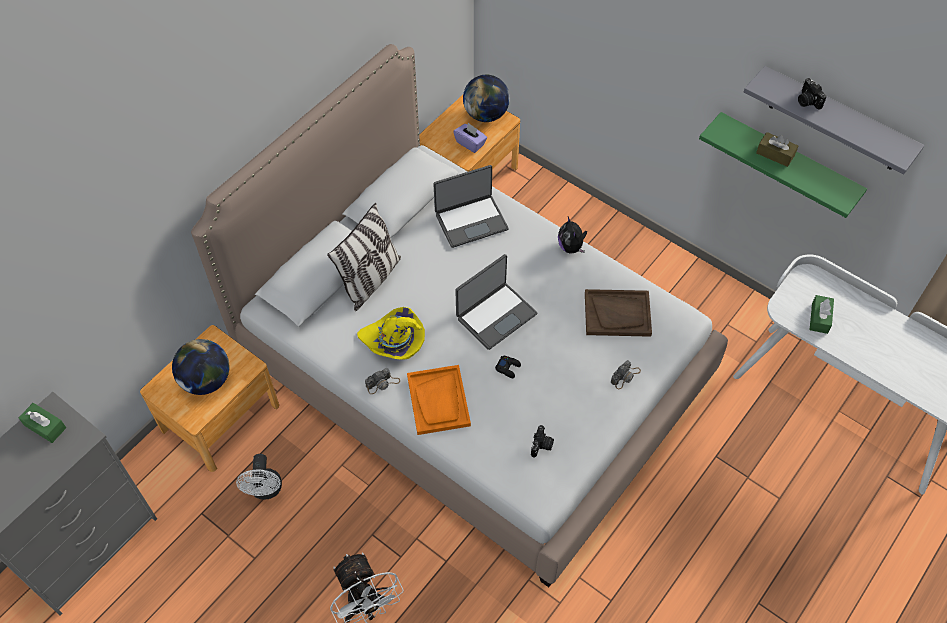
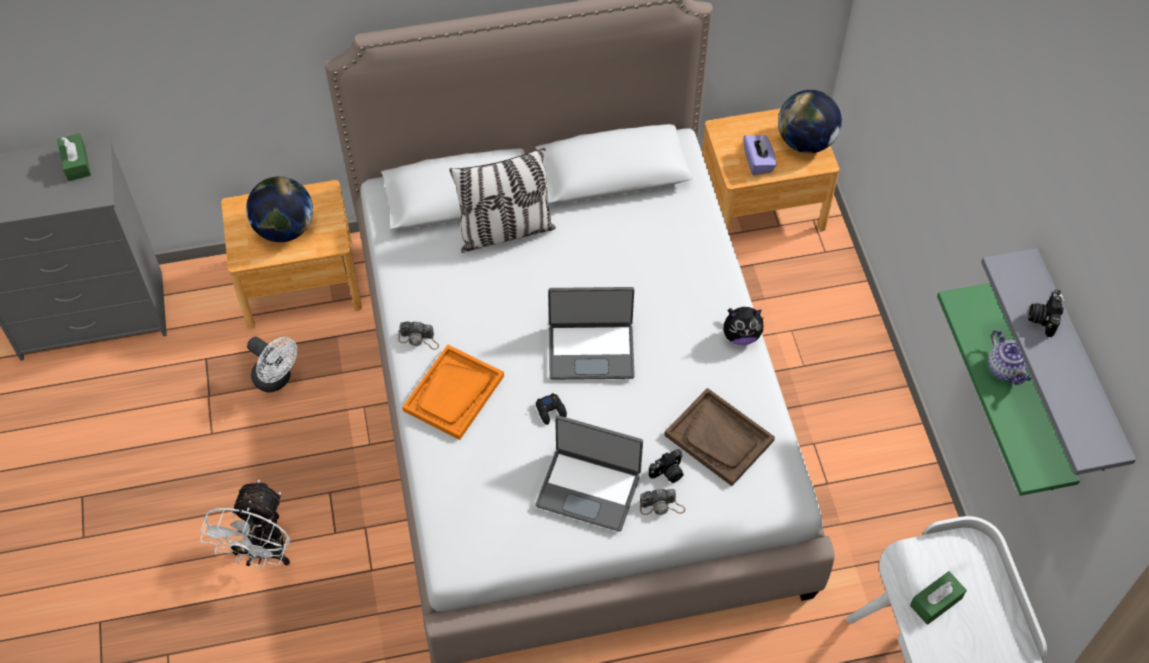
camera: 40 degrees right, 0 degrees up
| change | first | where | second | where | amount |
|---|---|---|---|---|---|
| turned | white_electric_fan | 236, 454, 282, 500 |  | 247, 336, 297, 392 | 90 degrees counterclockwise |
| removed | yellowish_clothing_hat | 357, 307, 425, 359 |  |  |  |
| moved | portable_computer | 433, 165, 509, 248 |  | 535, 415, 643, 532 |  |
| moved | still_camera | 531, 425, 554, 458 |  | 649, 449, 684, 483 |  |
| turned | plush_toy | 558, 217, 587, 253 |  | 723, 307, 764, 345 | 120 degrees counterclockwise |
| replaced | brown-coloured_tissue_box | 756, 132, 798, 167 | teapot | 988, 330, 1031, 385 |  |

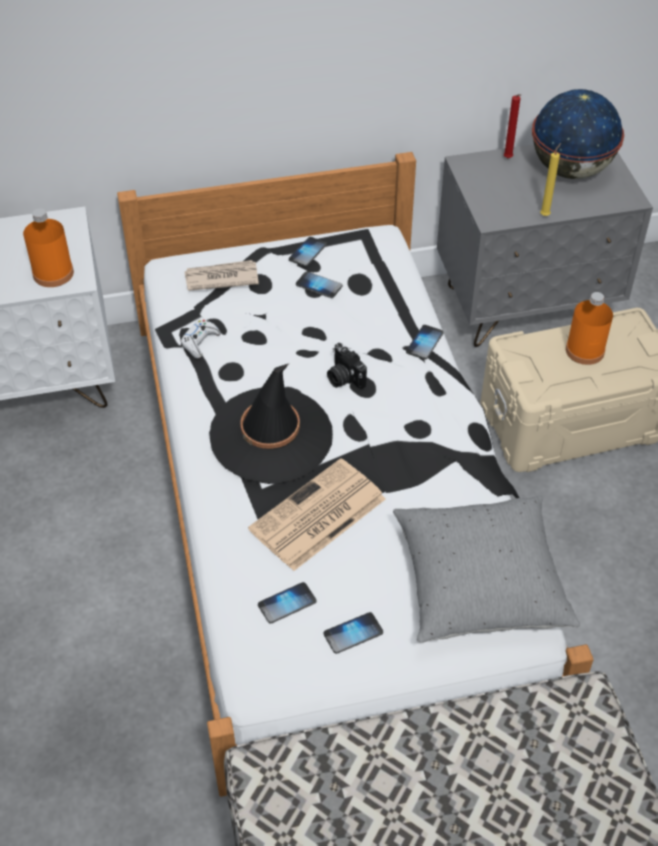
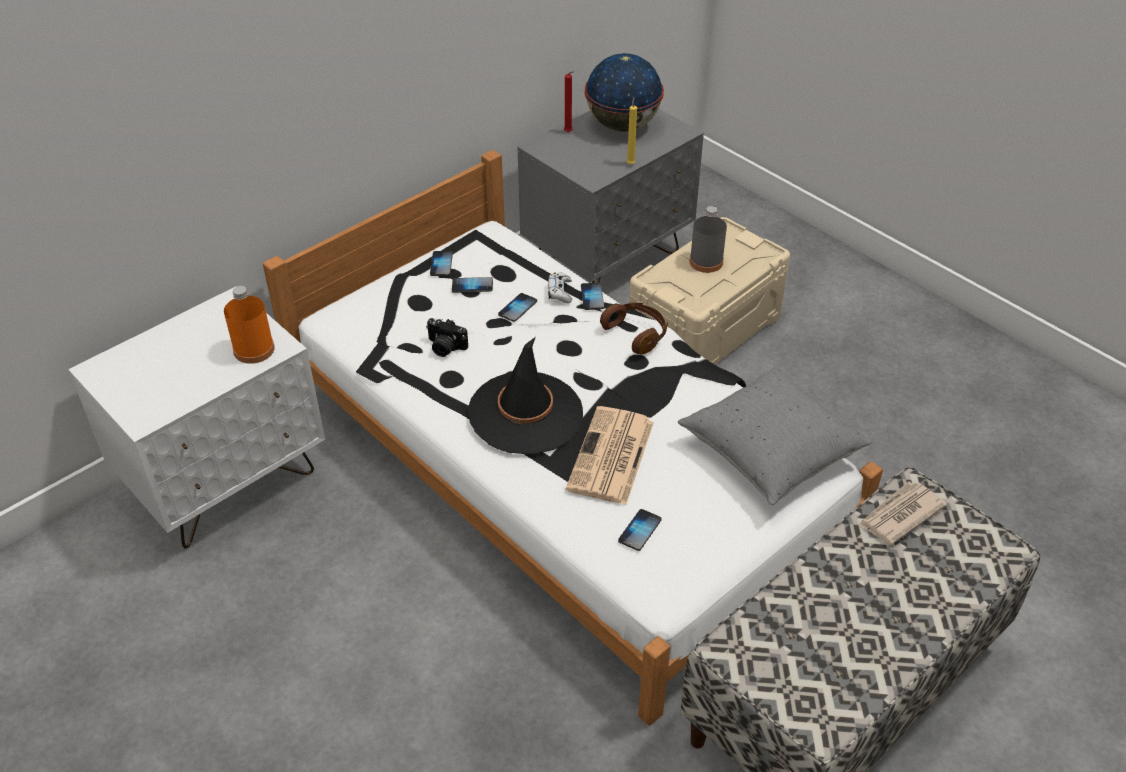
camera: 30 degrees left, 5 degrees down
| change | first | where | second | where | amount |
|---|---|---|---|---|---|
| moved | white_gamepad | 180, 320, 221, 358 |  | 548, 272, 572, 303 |  |
| moved | daily_paper | 184, 260, 259, 291 |  | 858, 482, 947, 545 |  |
| moved | phone | 324, 612, 383, 654 |  | 498, 293, 537, 322 |  |
| moved | still_camera | 327, 343, 367, 389 |  | 426, 318, 468, 357 |  |
| recoloured | orange-coloured_beverage_bottle | 566, 292, 613, 365 | grey_beverage_bottle | 690, 206, 727, 273 |  |
| added |  |  | brown-coloured_headset | 600, 302, 668, 355 |  |

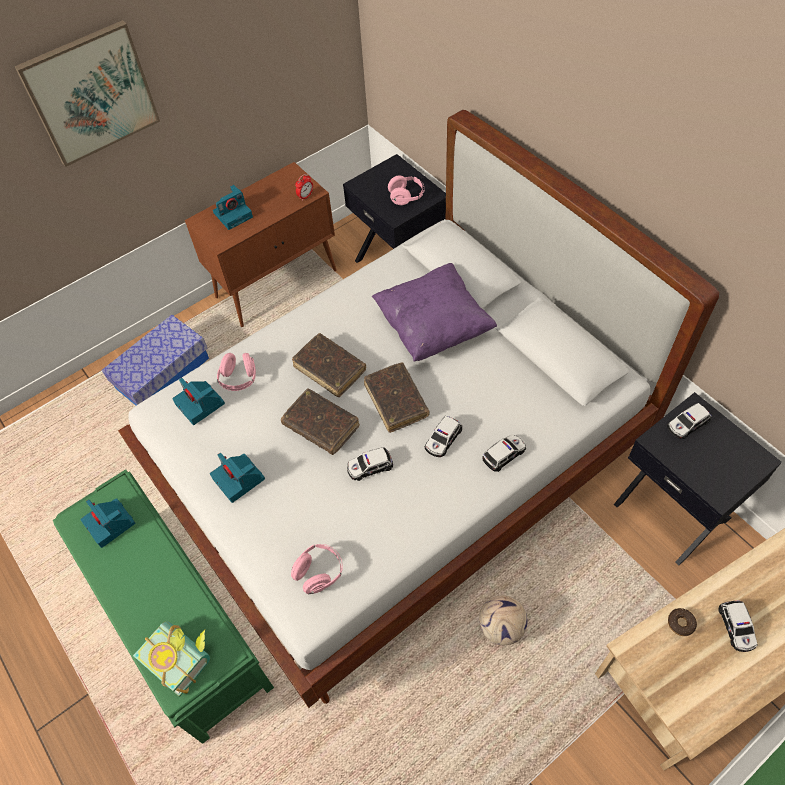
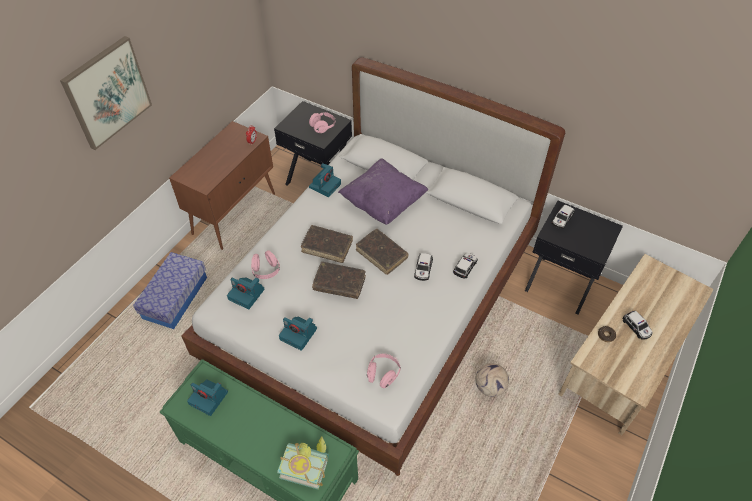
camera: 25 degrees left, 5 degrees down
| change | first | where | second | where | amount |
|---|---|---|---|---|---|
| moved | still_camera | 213, 185, 253, 230 |  | 309, 163, 341, 197 |  |
| removed | model_car | 347, 447, 393, 481 |  |  |  |

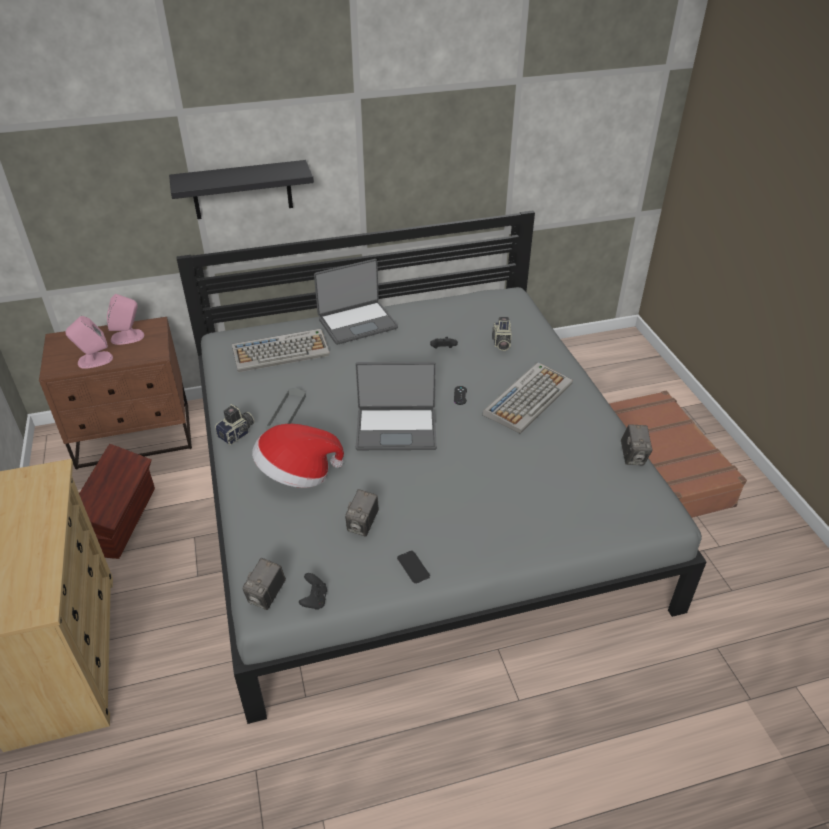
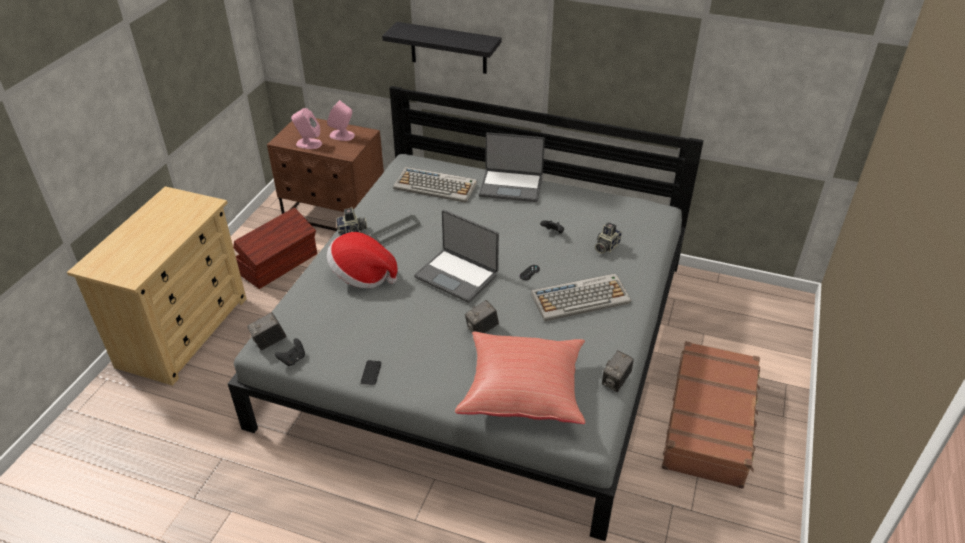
camera: 35 degrees right, 0 degrees up
| change | first | where | second | where | amount |
|---|---|---|---|---|---|
| moved | still_camera | 345, 489, 379, 537 |  | 465, 300, 499, 333 |  |
| added |  |  | red_throw_pillow | 455, 331, 586, 424 |  |

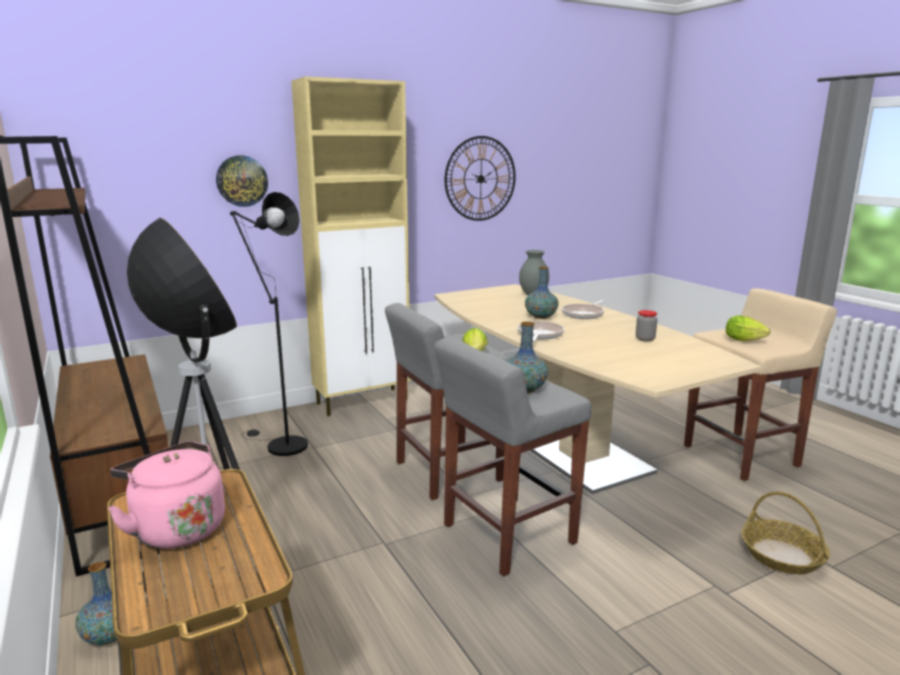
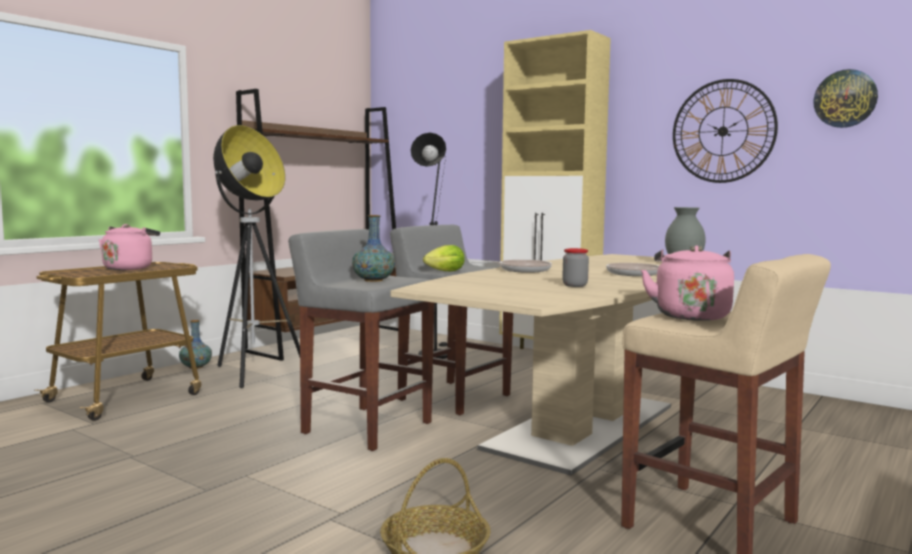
camera: 65 degrees right, 10 degrees down
| change | first | where | second | where | amount |
|---|---|---|---|---|---|
| moved | wall_clock | 216, 155, 268, 207 |  | 813, 69, 878, 128 |  |
| removed | decorative_vase | 525, 266, 559, 319 |  |  |  |
| replaced | head_of_lettuce | 726, 316, 771, 341 | pinkish_water_kettle | 641, 245, 734, 321 |  |

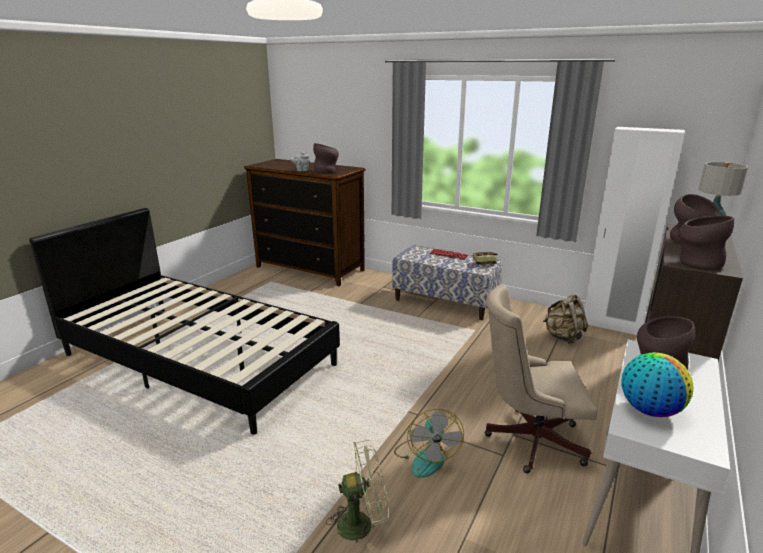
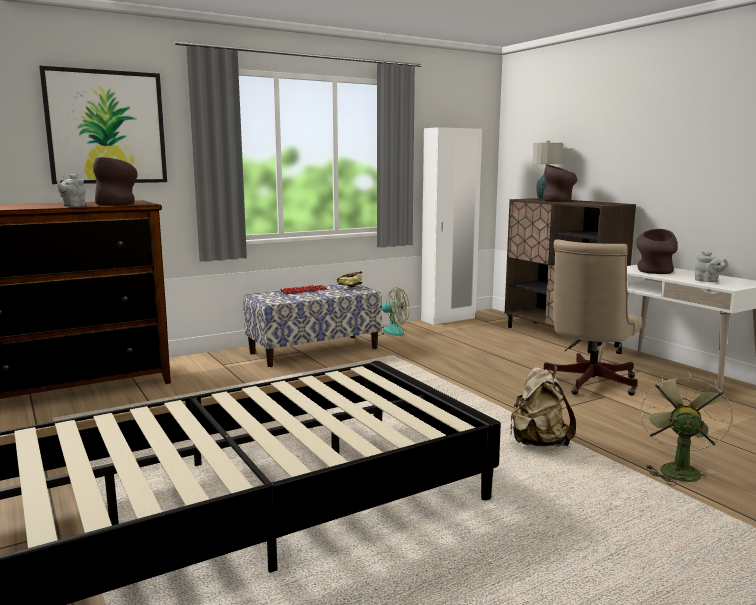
camera: 60 degrees left, 10 degrees down
| change | first | where | second | where | amount |
|---|---|---|---|---|---|
| moved | electric_fan | 394, 409, 464, 478 |  | 368, 287, 409, 336 |  |
| moved | beige_backpack | 543, 294, 588, 344 |  | 510, 365, 576, 447 |  |
| replaced | desk_globe | 621, 352, 693, 417 | grey_teapot | 695, 251, 729, 282 |  |
| removed | brown-coloured_decorative_vase | 678, 216, 734, 270 |  |  |  |
| added |  |  | wall_art | 39, 66, 167, 184 |  |

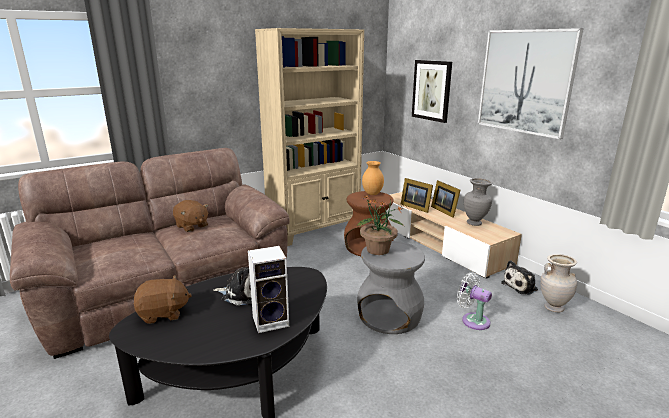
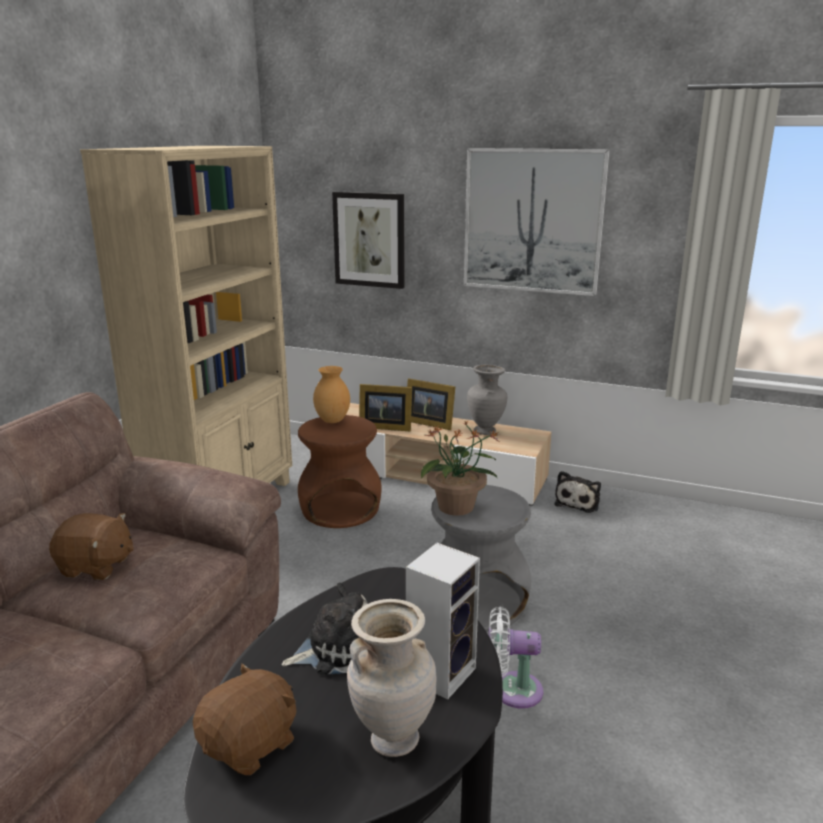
camera: 35 degrees left, 0 degrees up
| change | first | where | second | where | amount |
|---|---|---|---|---|---|
| moved | white_electric_fan | 457, 273, 492, 330 |  | 489, 607, 543, 708 |  |
| moved | beige_decorative_vase | 540, 254, 577, 312 |  | 347, 599, 436, 757 |  |

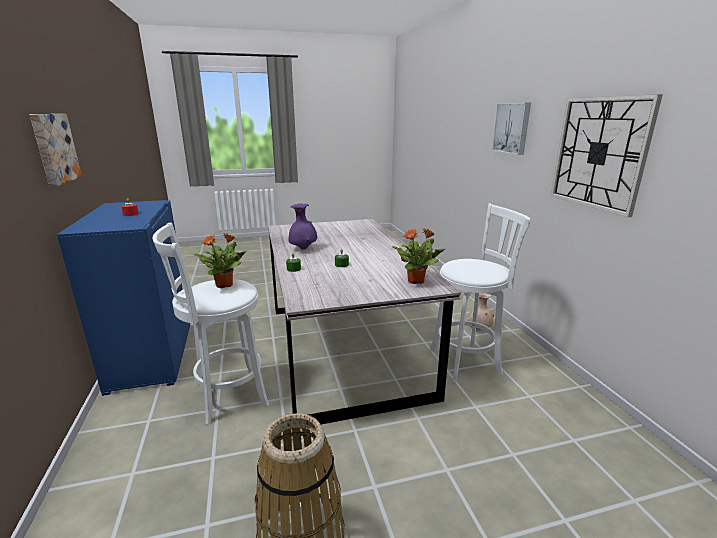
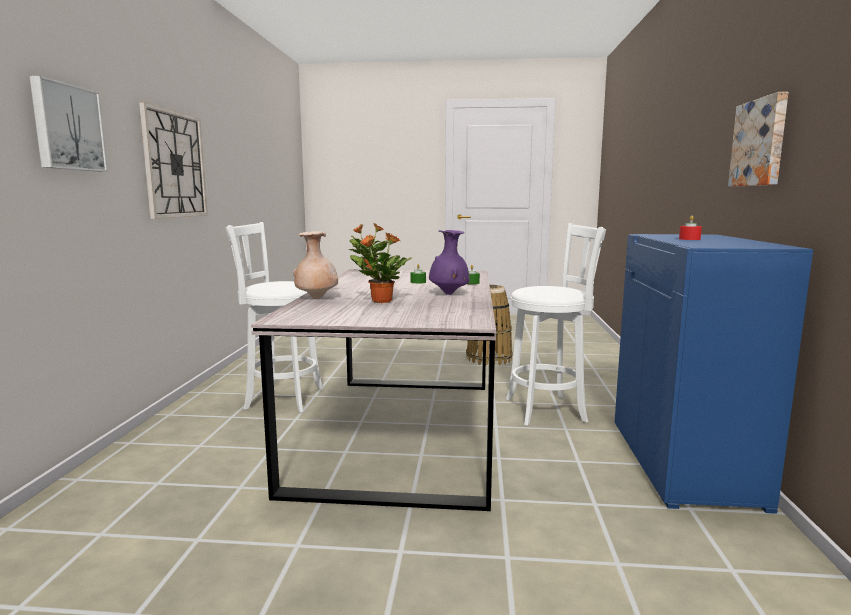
camera: 160 degrees left, 10 degrees down
| change | first | where | second | where | amount |
|---|---|---|---|---|---|
| moved | houseplant | 193, 233, 247, 288 |  | 350, 233, 413, 303 |  |
| moved | beige_decorative_vase | 467, 293, 494, 330 |  | 293, 231, 338, 299 |  |

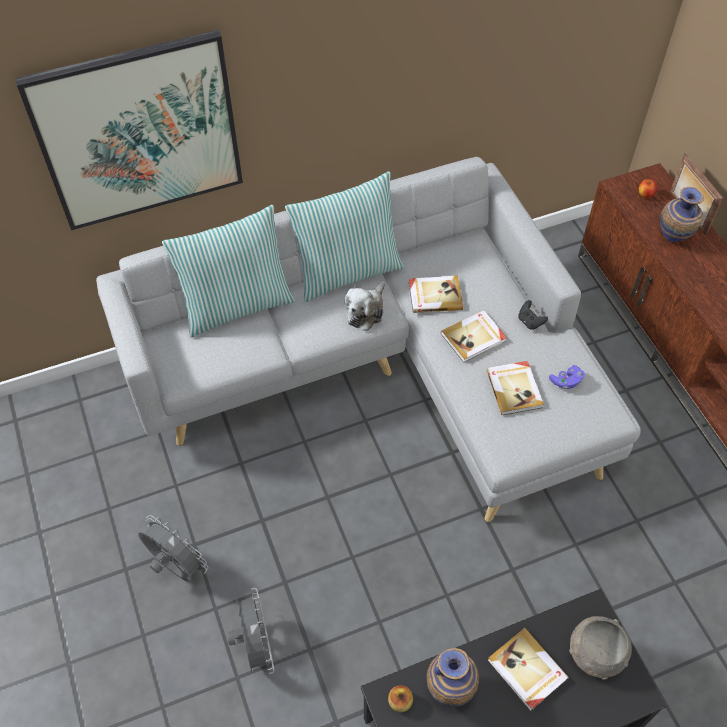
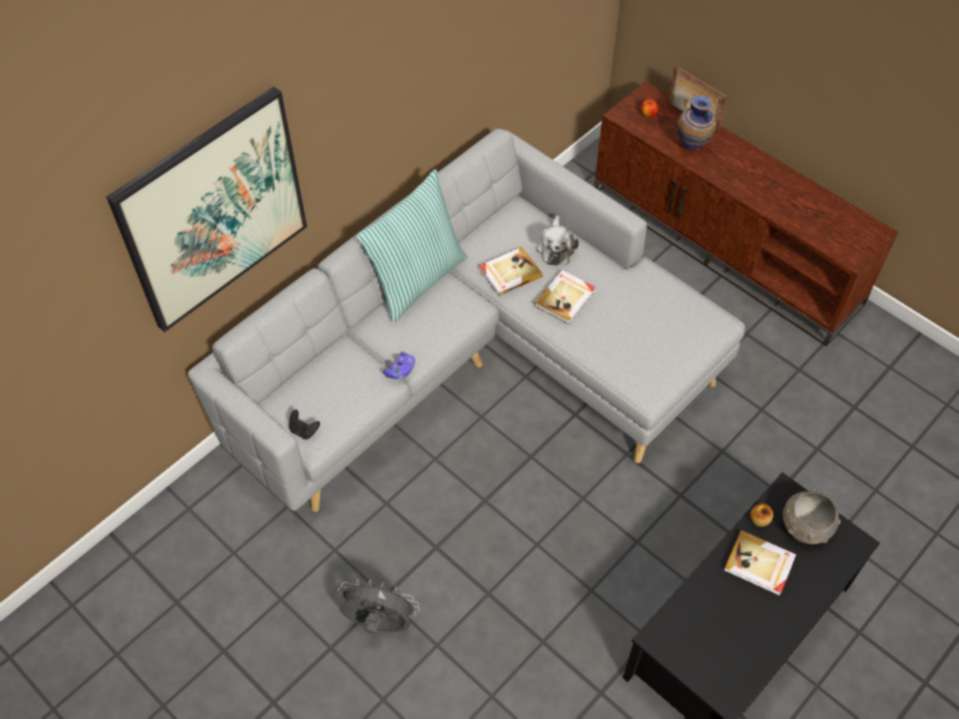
camera: 25 degrees left, 0 degrees up
| change | first | where | second | where | amount |
|---|---|---|---|---|---|
| removed | throw_pillow | 162, 205, 295, 337 |  |  |  |
| removed | grey_electric_fan | 227, 588, 275, 674 |  |  |  |
| moved | plush_toy | 345, 281, 385, 331 |  | 536, 215, 579, 265 |  |
| moved | apple | 388, 685, 413, 712 |  | 750, 503, 773, 527 |  |
| removed | decorative_vase | 426, 648, 479, 707 |  |  |  |
| removed | bound_book | 486, 361, 544, 415 |  |  |  |
| moved | black_gamepad | 518, 300, 548, 330 |  | 289, 409, 320, 439 |  |
| moved | purple_gamepad | 549, 365, 585, 389 |  | 383, 353, 415, 379 |  |

